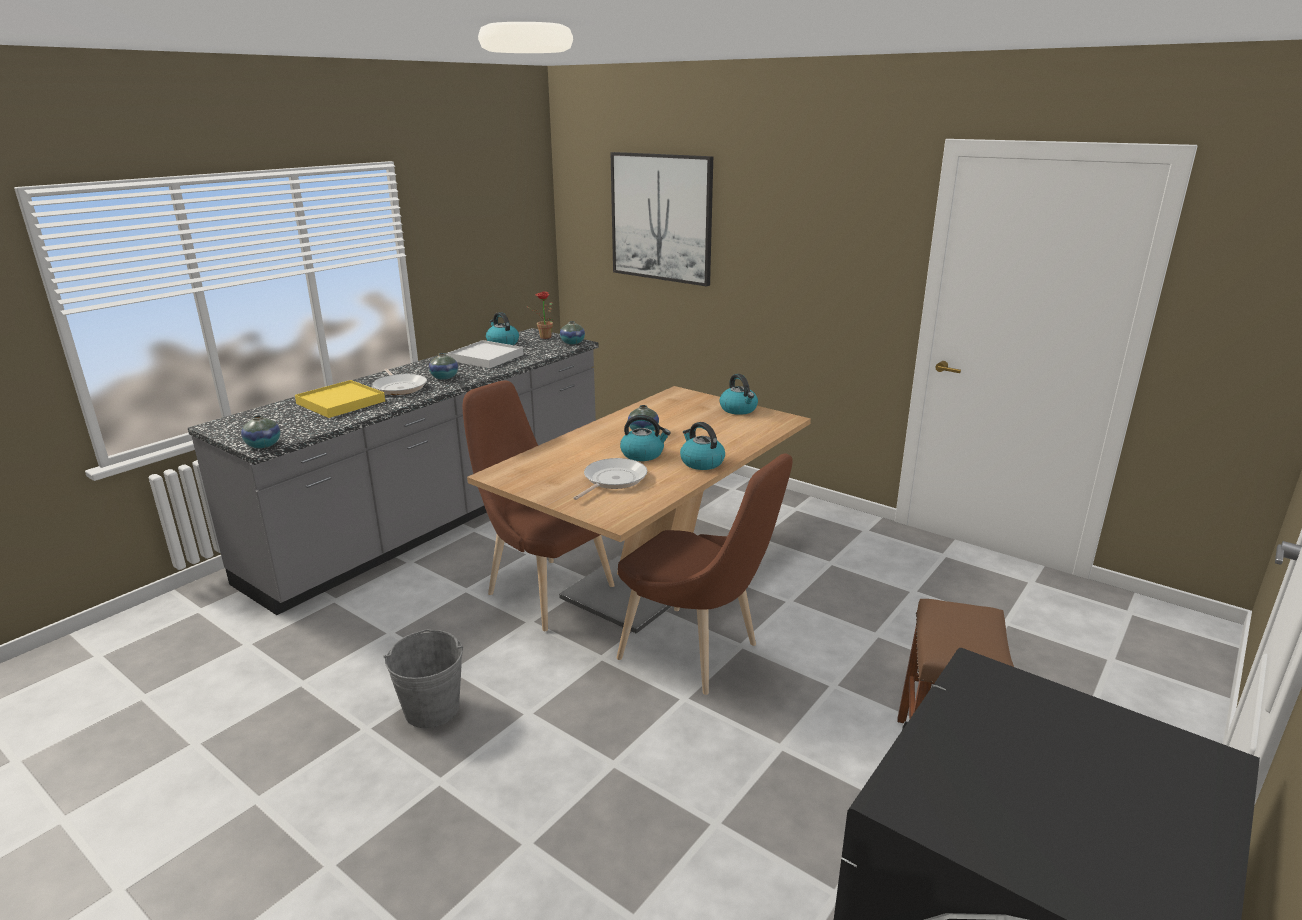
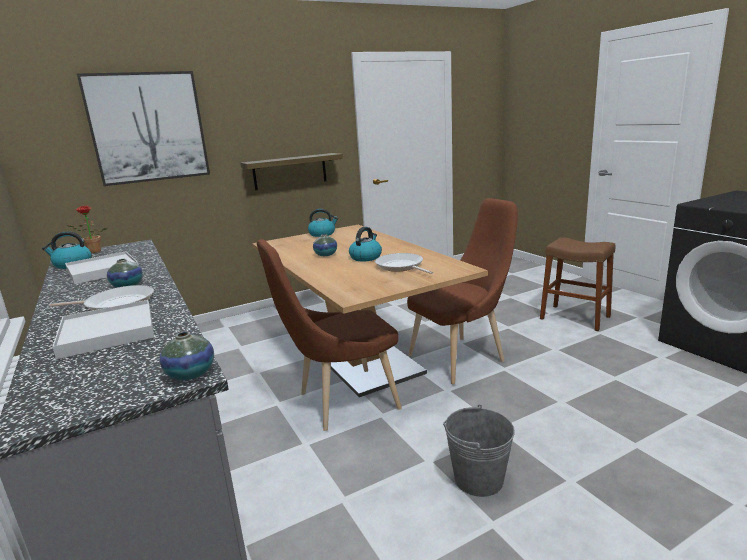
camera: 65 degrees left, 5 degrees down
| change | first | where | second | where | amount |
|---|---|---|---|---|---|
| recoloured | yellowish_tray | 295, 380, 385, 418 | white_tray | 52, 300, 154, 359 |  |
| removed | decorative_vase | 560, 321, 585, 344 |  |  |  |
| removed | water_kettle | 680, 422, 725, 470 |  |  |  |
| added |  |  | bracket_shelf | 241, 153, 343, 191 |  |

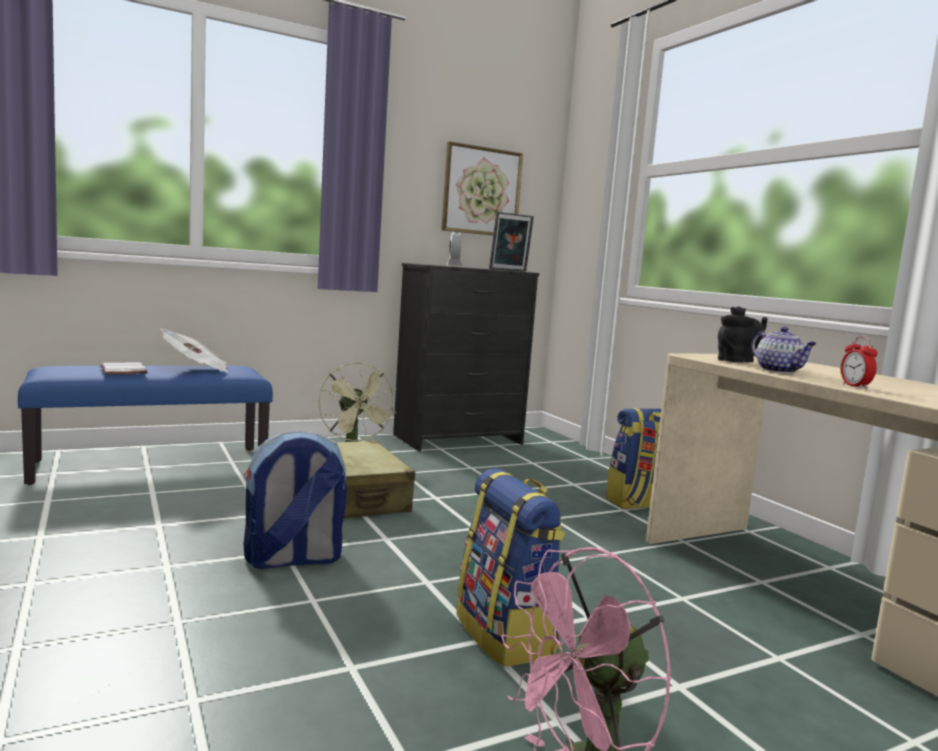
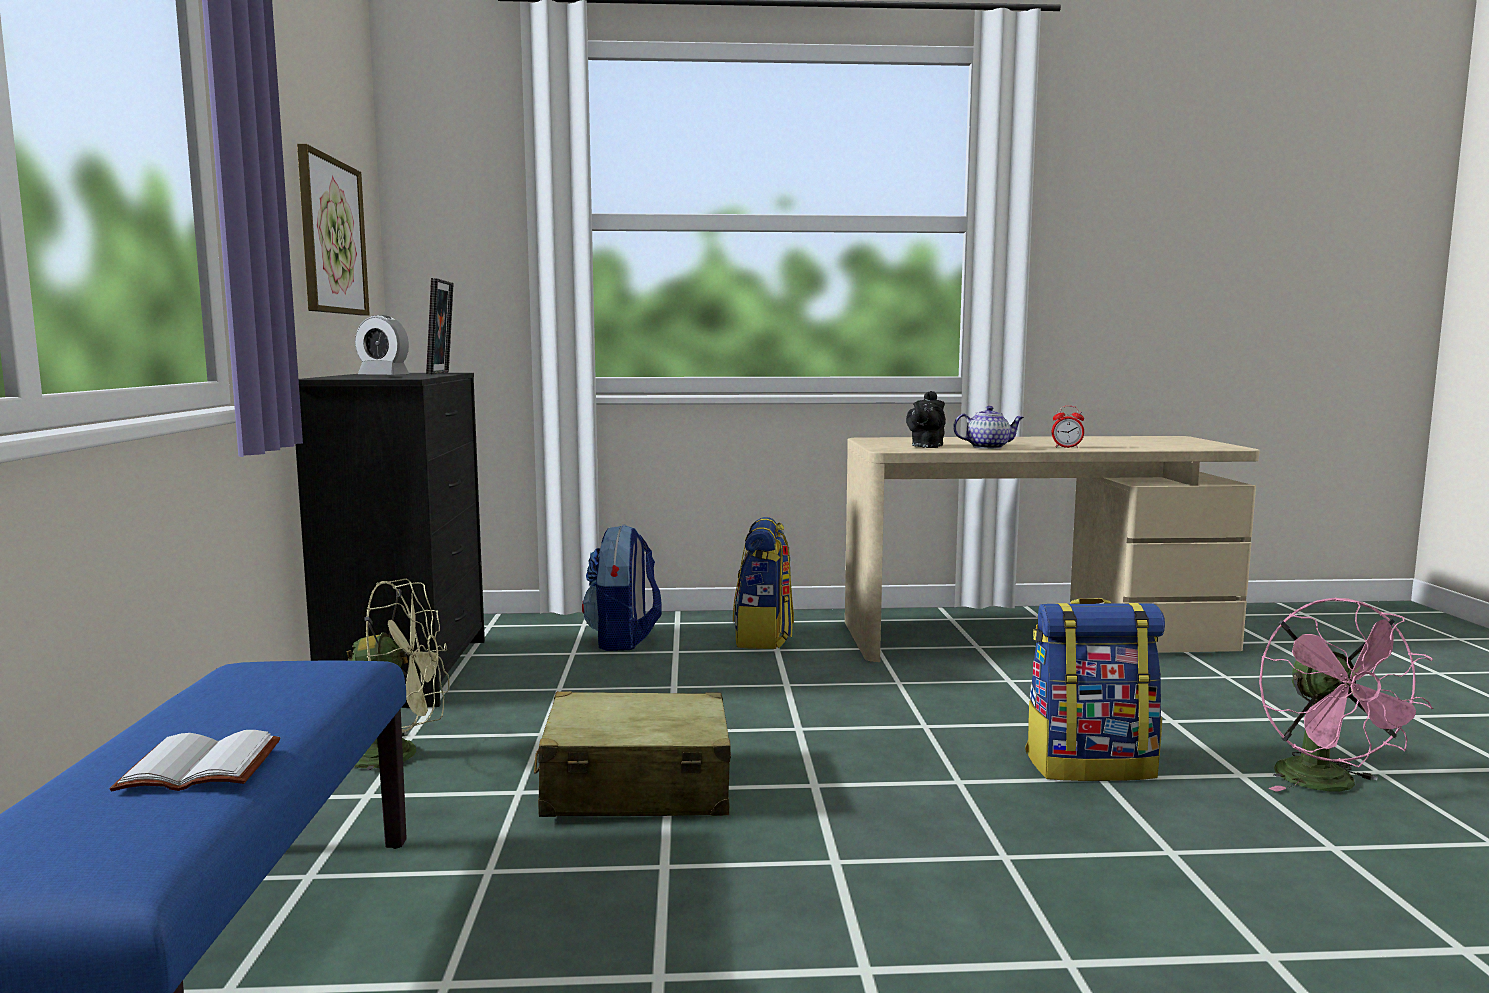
camera: 65 degrees left, 0 degrees up
| change | first | where | second | where | amount |
|---|---|---|---|---|---|
| removed | daily_paper | 160, 328, 228, 372 |  |  |  |
| moved | backpack | 244, 431, 347, 569 |  | 582, 524, 662, 651 |  |
| turned | black_teapot | 718, 306, 768, 362 |  | 906, 391, 946, 448 | 150 degrees counterclockwise |

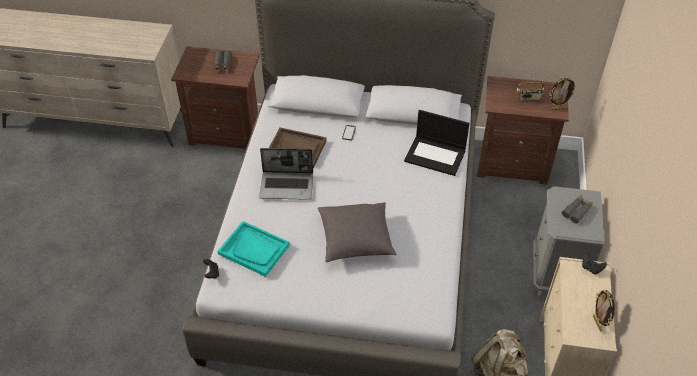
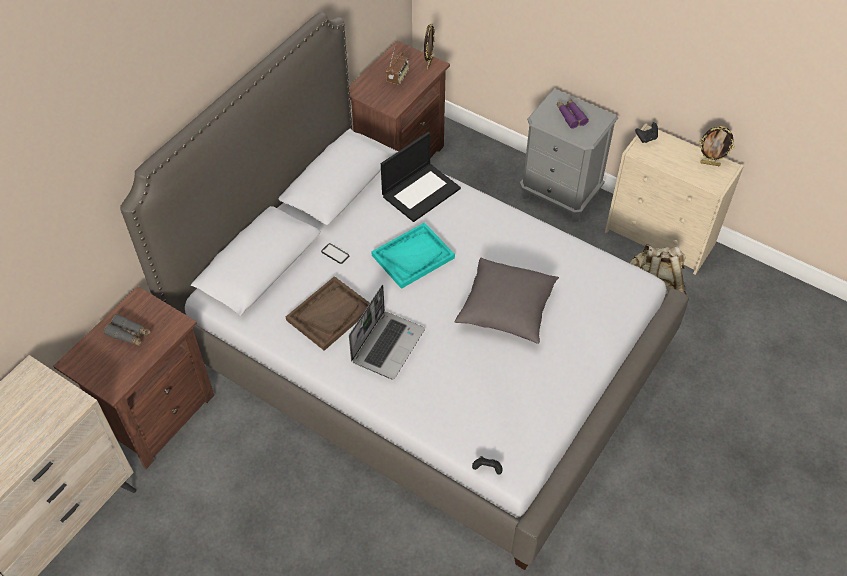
camera: 65 degrees left, 5 degrees up
| change | first | where | second | where | amount |
|---|---|---|---|---|---|
| moved | turquoise_tray | 218, 221, 290, 277 |  | 371, 222, 455, 289 |  |
| recoloured | grey_pair_of_binoculars | 562, 195, 593, 224 | purple_pair_of_binoculars | 557, 99, 589, 129 |  |

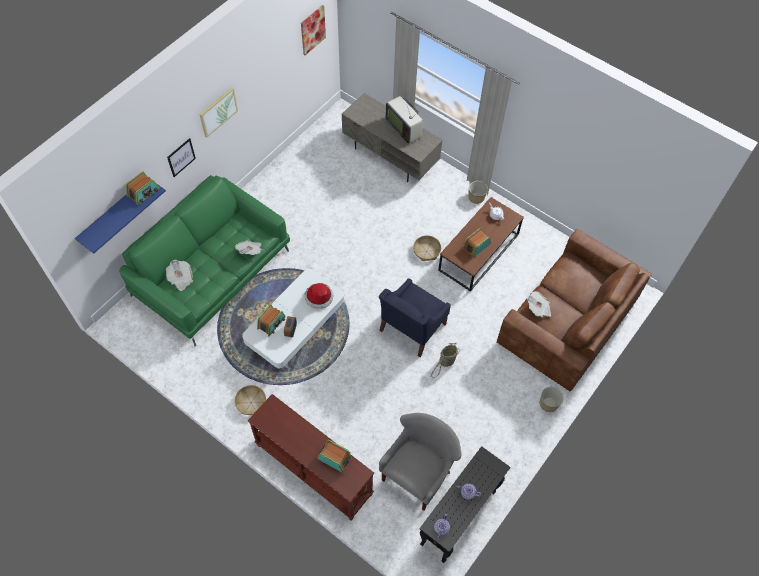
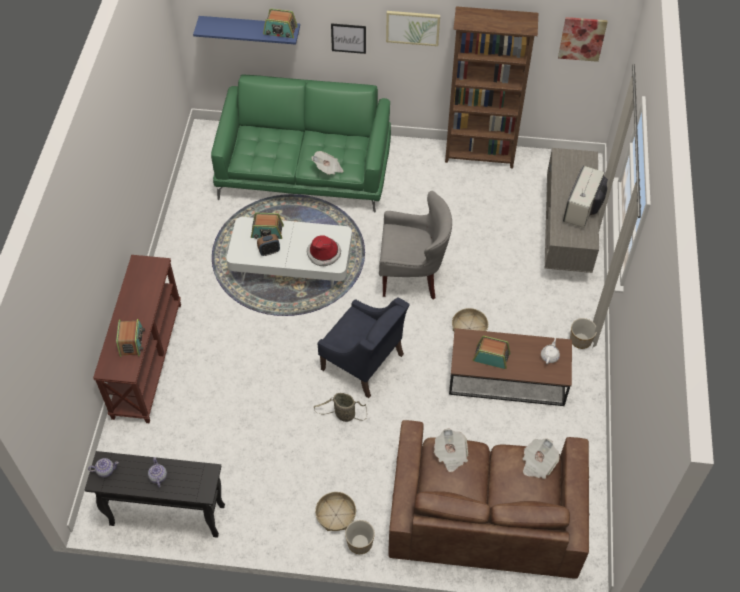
camera: 60 degrees right, 5 degrees down
| change | first | where | second | where | amount |
|---|---|---|---|---|---|
| moved | daily_paper | 166, 260, 193, 291 |  | 523, 438, 560, 479 |  |
| moved | basket | 234, 385, 266, 415 |  | 315, 492, 356, 531 |  |
| turned | blue_easy_chair | 379, 278, 451, 357 |  | 317, 298, 410, 398 | 150 degrees counterclockwise |
| moved | grey_easy_chair | 379, 413, 461, 511 |  | 379, 191, 452, 300 |  |
| added |  |  | brown-coloured_shelving_unit | 445, 6, 538, 168 |  |

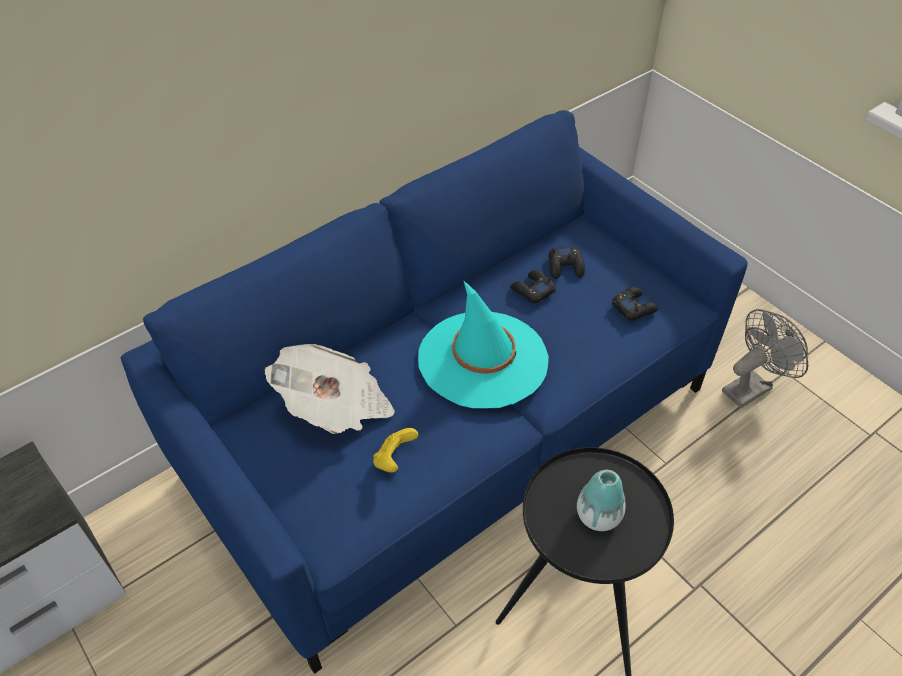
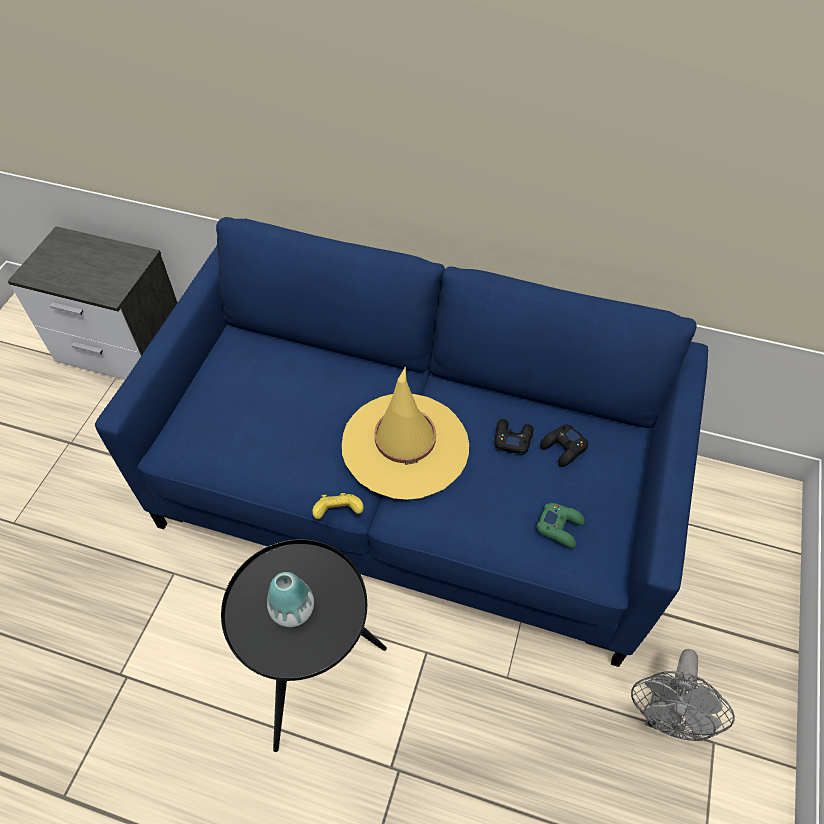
camera: 55 degrees right, 5 degrees up
| change | first | where | second | where | amount |
|---|---|---|---|---|---|
| removed | daily_paper | 265, 344, 395, 434 |  |  |  |
| moved | yellowish_gamepad | 373, 428, 418, 473 |  | 312, 493, 364, 519 |  |
| recoloured | turquoise_clothing_hat | 418, 280, 549, 408 | yellowish_clothing_hat | 342, 366, 469, 500 |  |
| recoloured | black_gamepad | 612, 287, 658, 321 | green_gamepad | 536, 503, 585, 548 |  |
| turned | grey_electric_fan | 722, 309, 808, 408 |  | 631, 649, 735, 741 | 90 degrees clockwise |

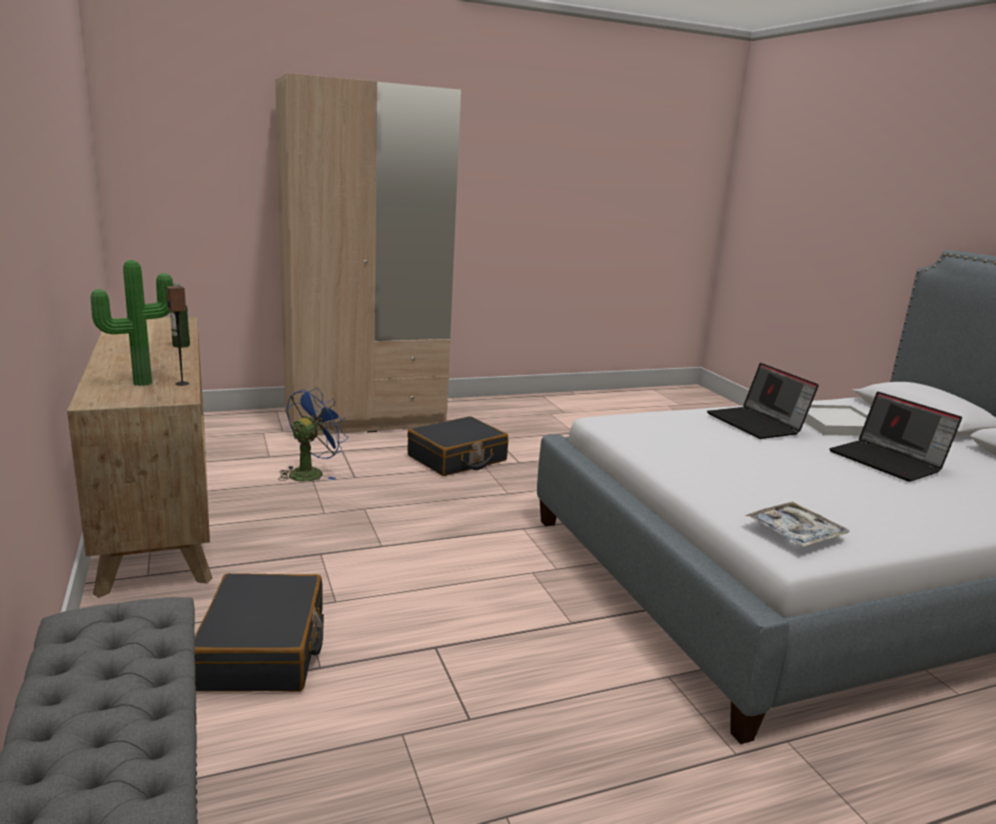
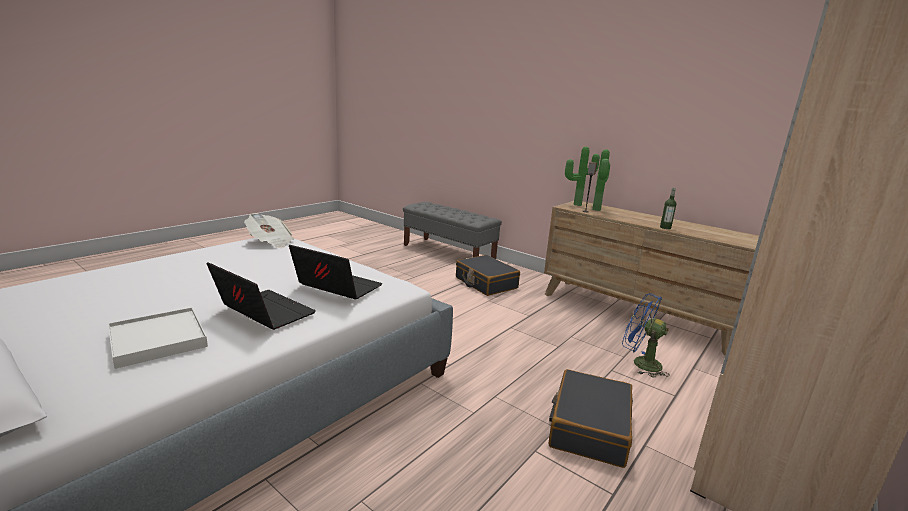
camera: 150 degrees right, 0 degrees up
| change | first | where | second | where | amount |
|---|---|---|---|---|---|
| turned | blue_electric_fan | 278, 388, 348, 482 |  | 622, 293, 670, 377 | 120 degrees clockwise |
| replaced | tray | 745, 502, 850, 547 | daily_paper | 244, 213, 295, 248 |  |
| moved | portable_computer | 829, 392, 962, 482 |  | 289, 245, 382, 299 |  |
| added |  |  | houseplant | 565, 147, 600, 206 |  |

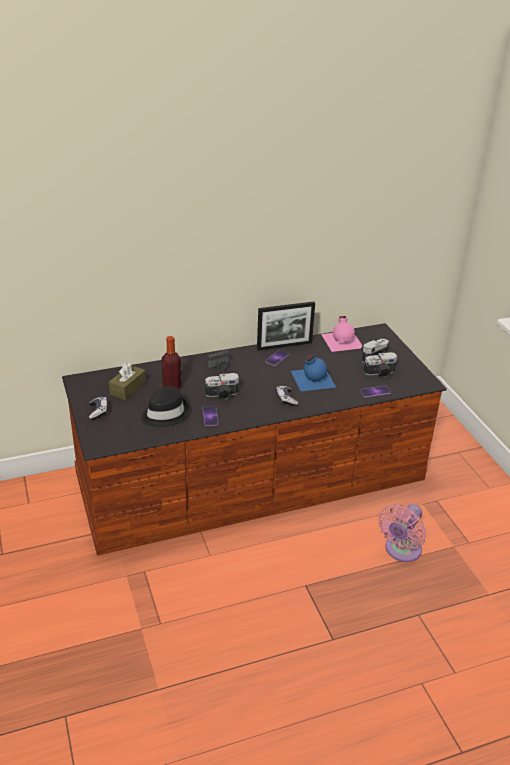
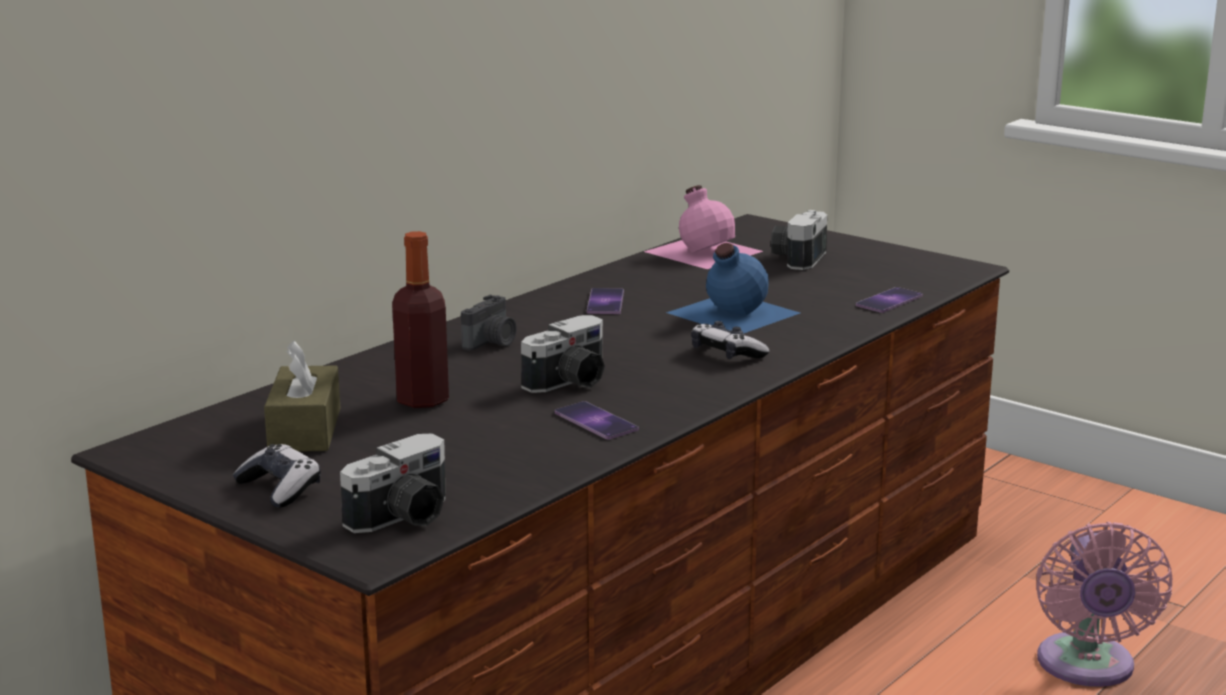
camera: 30 degrees left, 15 degrees down
| change | first | where | second | where | amount |
|---|---|---|---|---|---|
| removed | black_clothing_hat | 141, 386, 189, 427 |  |  |  |
| removed | photo_frame | 257, 301, 315, 351 |  |  |  |
| moved | still_camera | 364, 352, 397, 378 |  | 340, 433, 446, 533 |  |

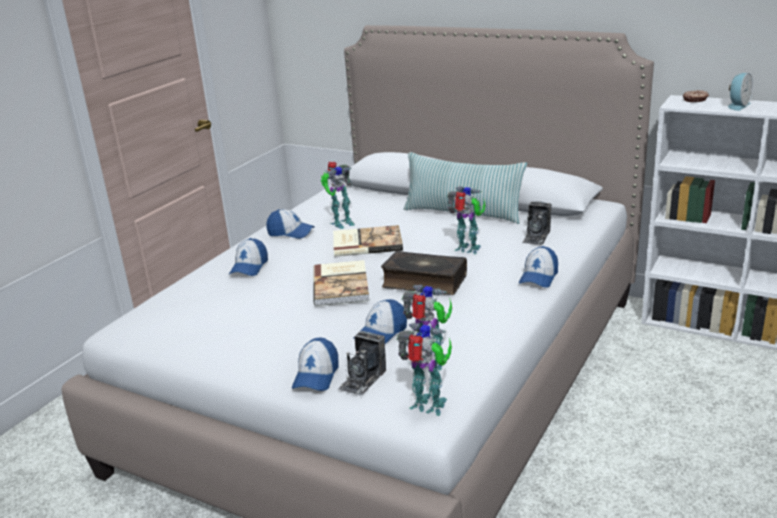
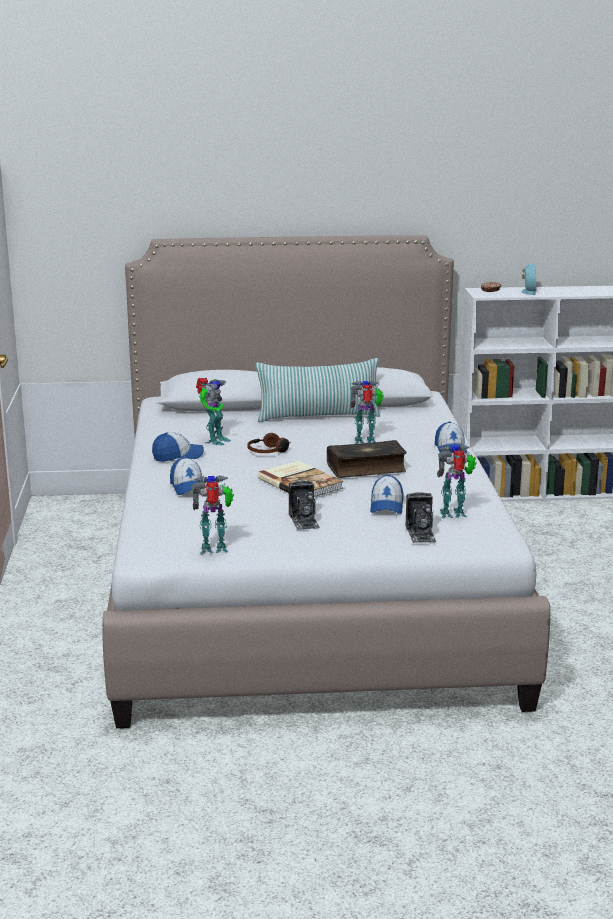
camera: 35 degrees left, 5 degrees down
| change | first | where | second | where | amount |
|---|---|---|---|---|---|
| removed | peaked_cap | 292, 338, 339, 391 |  |  |  |
| replaced | bound_book | 333, 225, 403, 257 | headset | 247, 433, 290, 453 |  |
| moved | model_robot | 397, 323, 452, 416 |  | 192, 475, 234, 554 |  |
| moved | still_camera | 522, 201, 551, 245 |  | 289, 480, 320, 530 |  |

